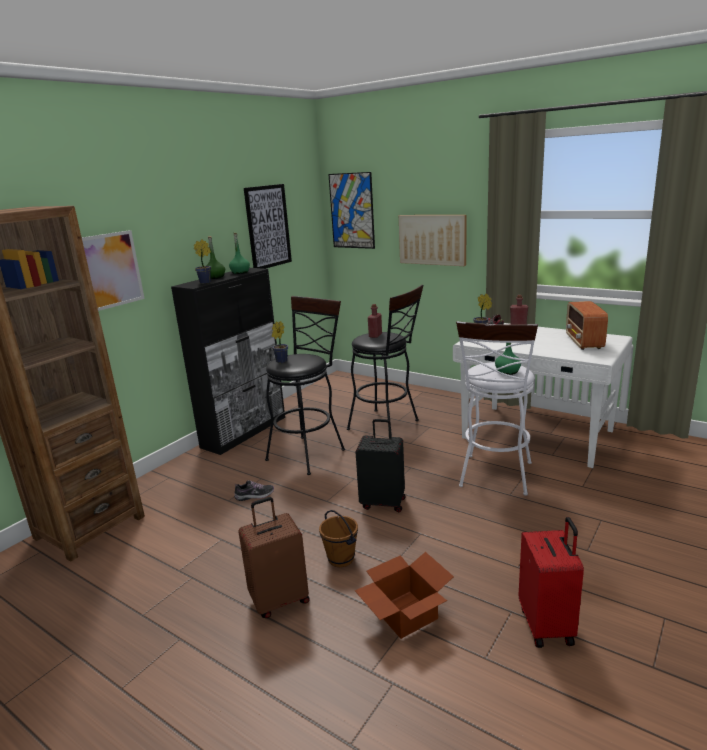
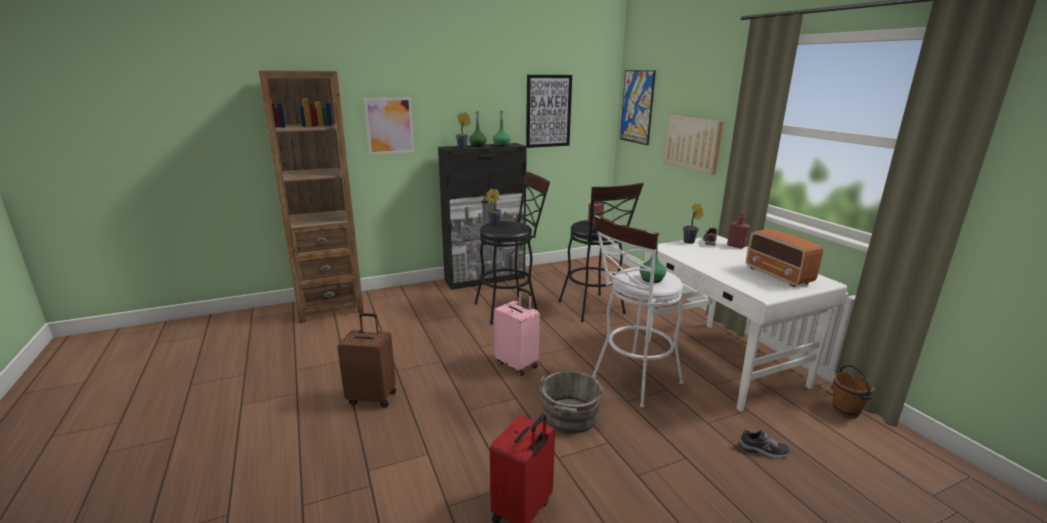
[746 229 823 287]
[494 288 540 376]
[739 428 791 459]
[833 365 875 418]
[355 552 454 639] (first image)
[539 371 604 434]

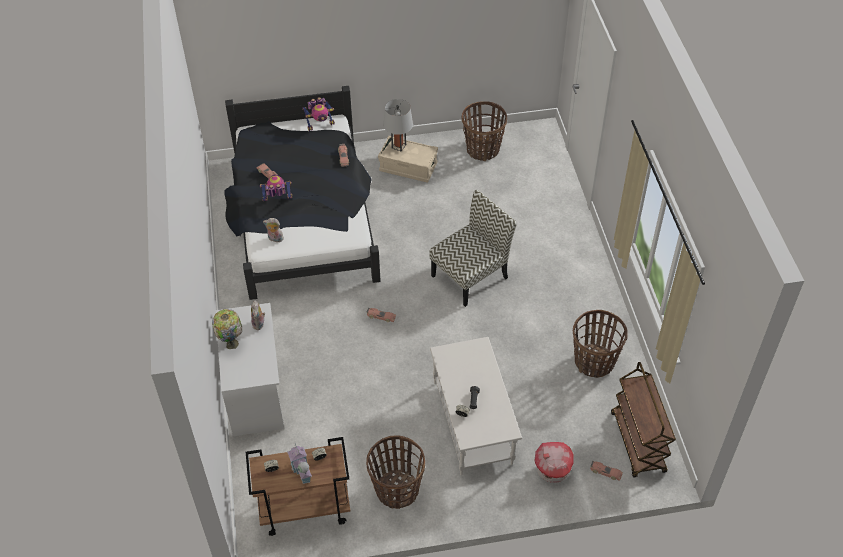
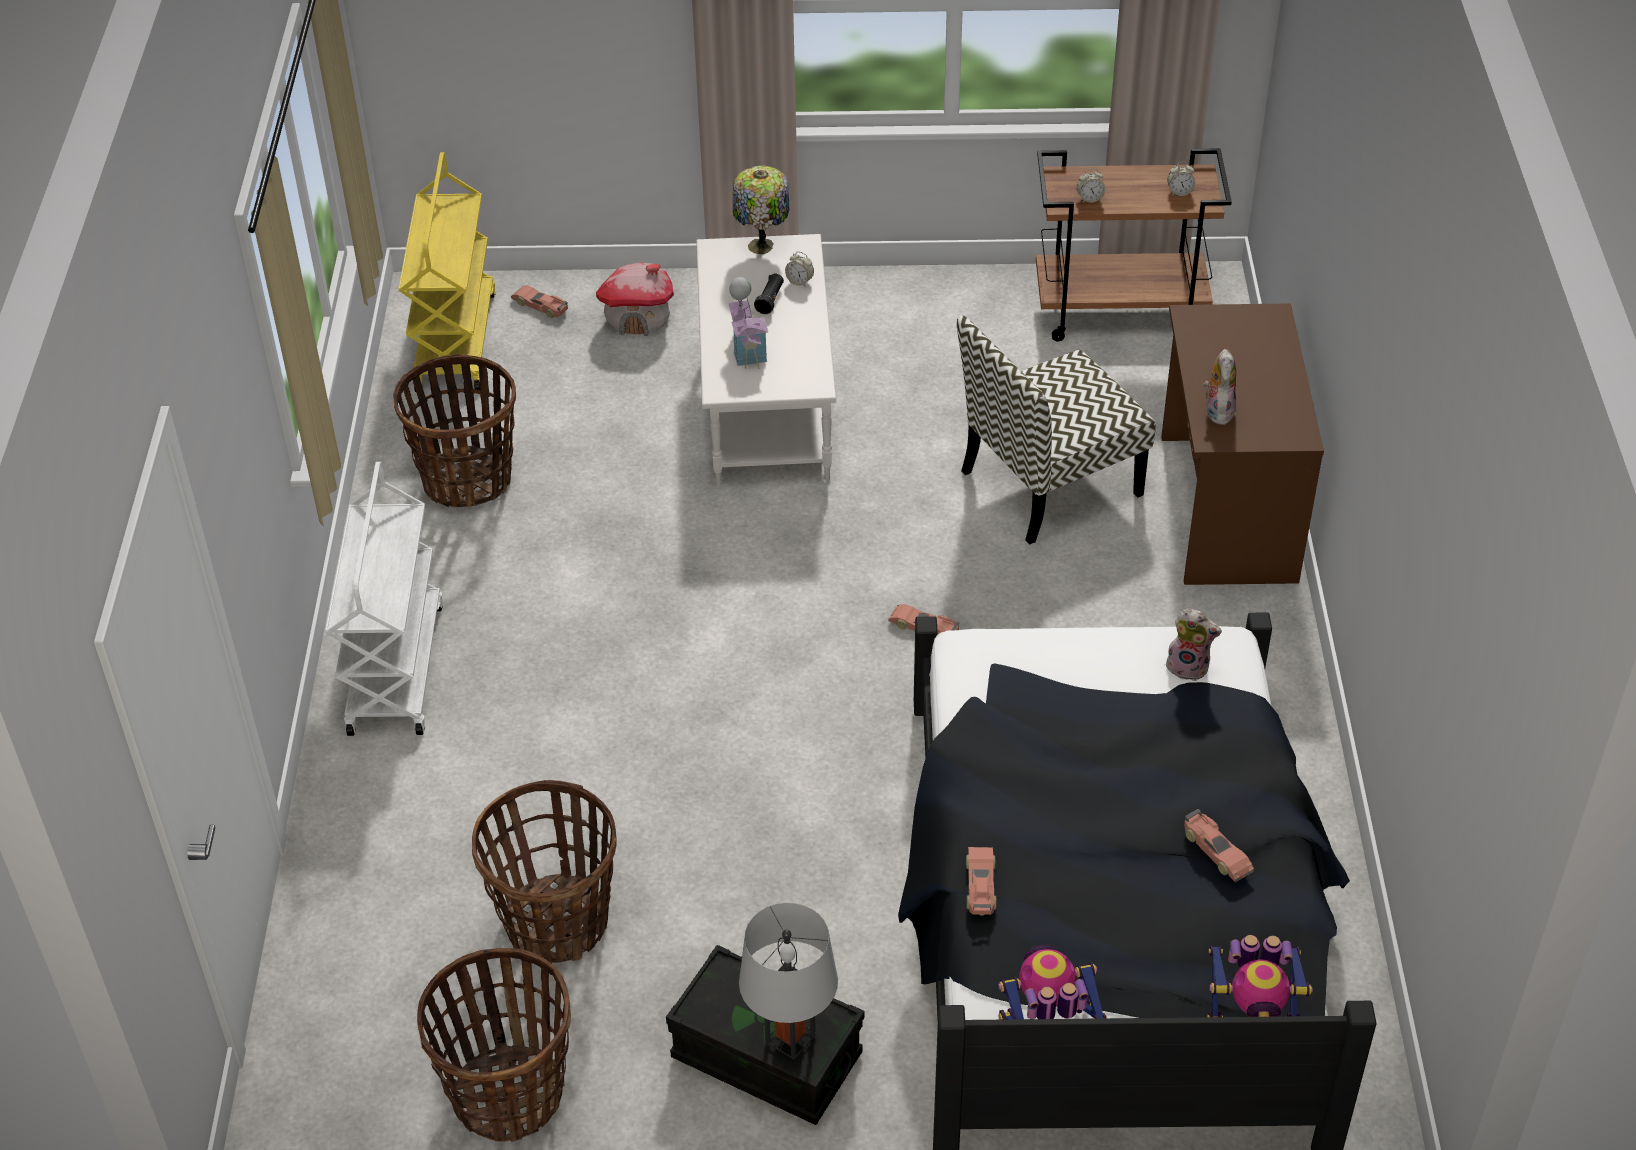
[666 945 865 1125]
[1207 935 1313 1017]
[957 316 1156 545]
[1161 303 1324 585]
[733 166 789 254]
[398 152 495 392]
[472 780 617 964]
[728 277 768 369]
[325 462 443 736]

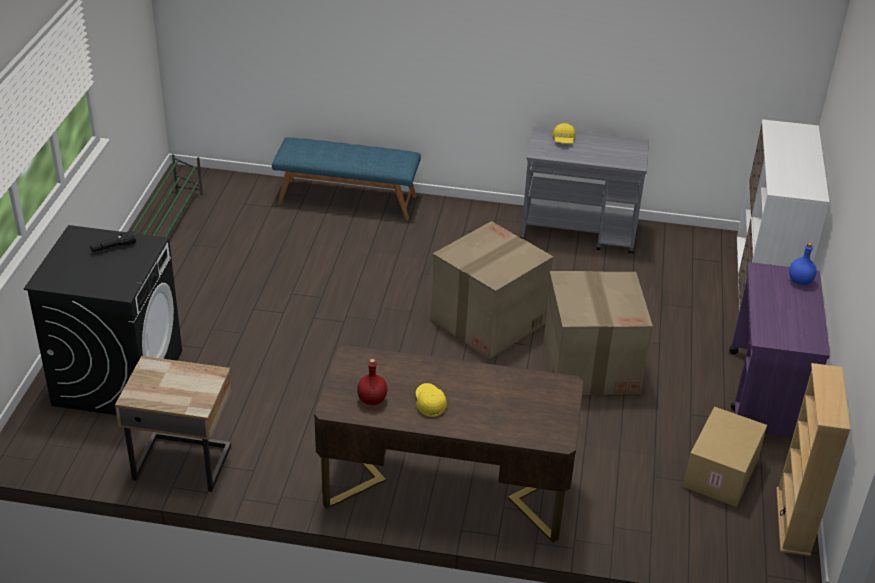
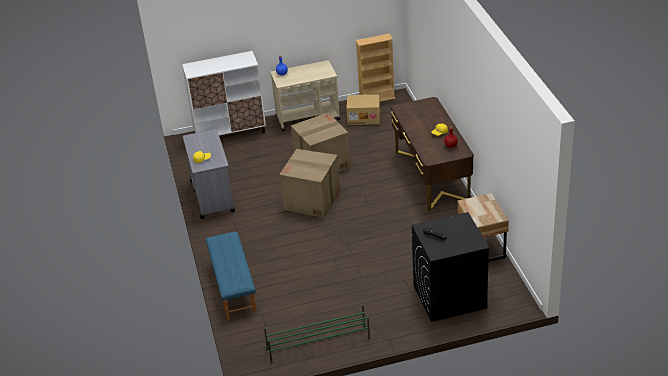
[270 60 340 131]

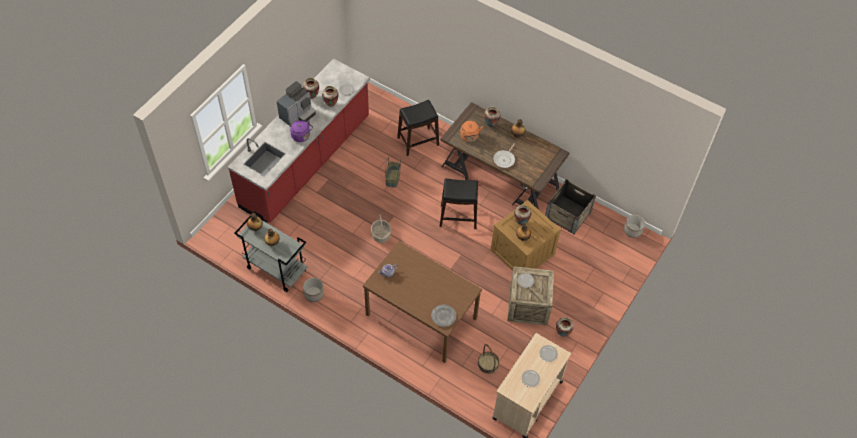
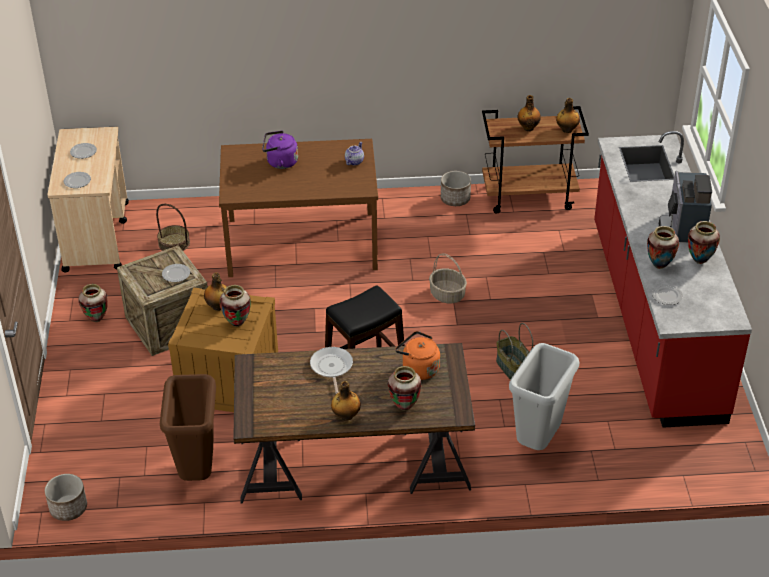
[509 343 579 450]
[262 131 298 169]
[160 374 216 481]
[482 106 589 214]
[431 305 456 327] (first image)

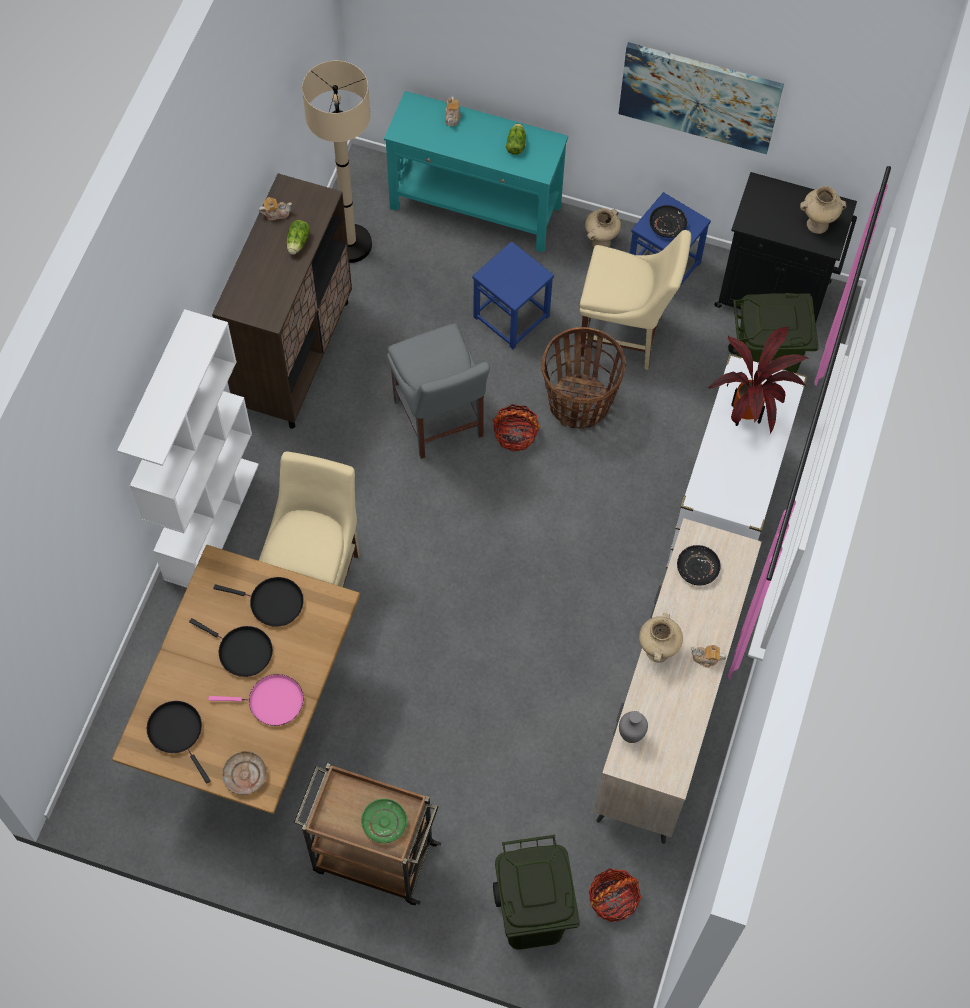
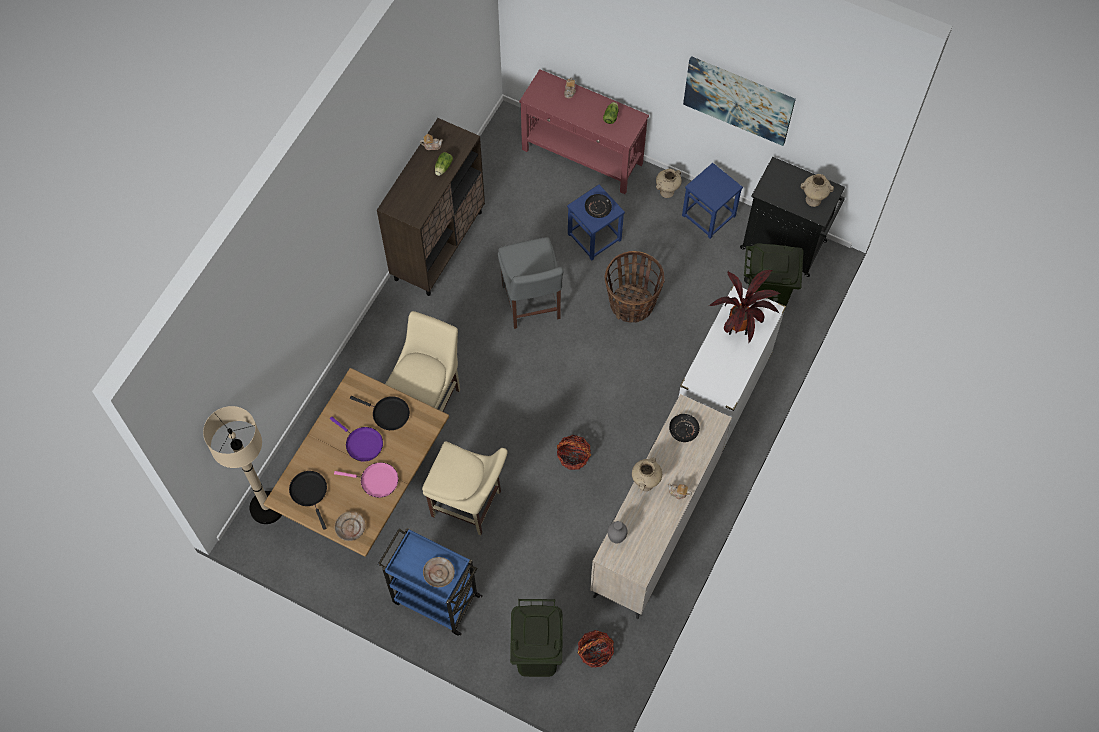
[203 406 282 524]
[519 69 649 194]
[585 194 612 218]
[422 442 507 535]
[117 309 259 588] (first image)
[557 435 591 470]
[330 417 383 462]
[378 528 483 636]
[423 557 455 587]

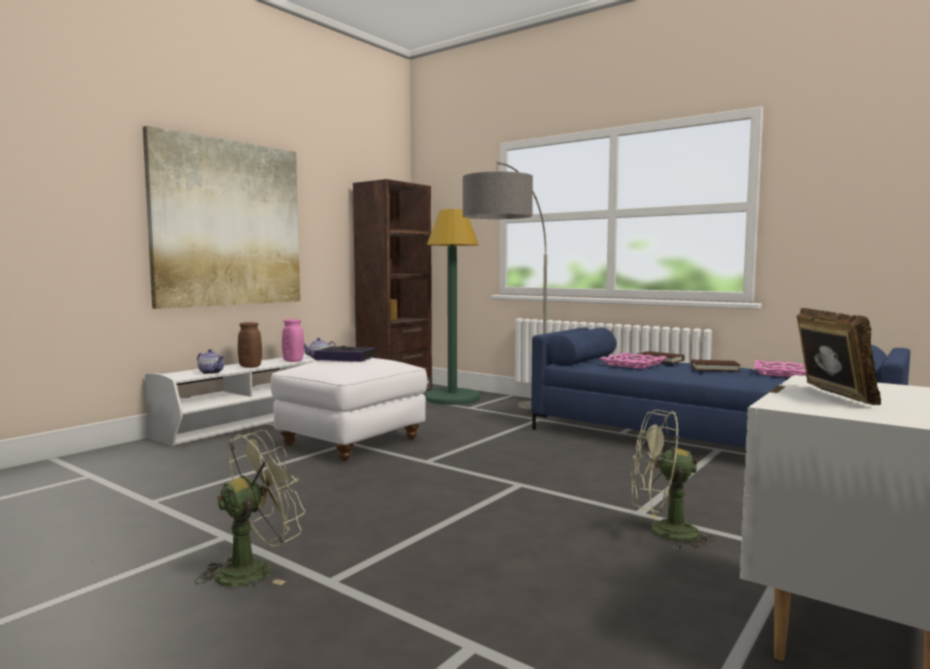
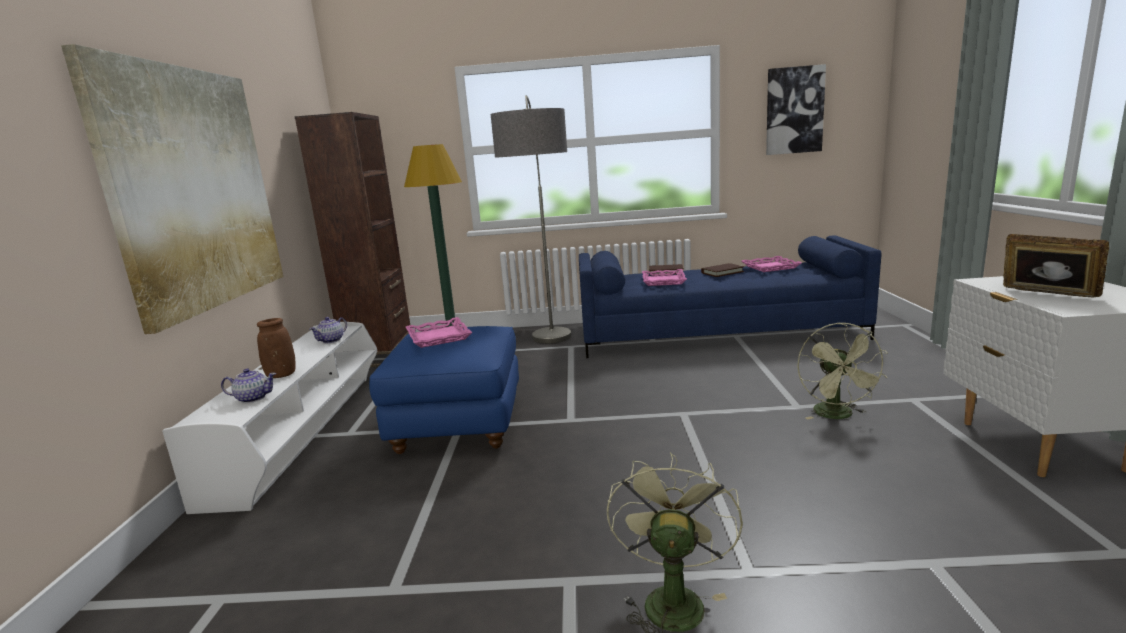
[282 319 304 362] (first image)
[406 317 472 348]
[369 326 519 454]
[797 322 888 420]
[766 64 826 155]

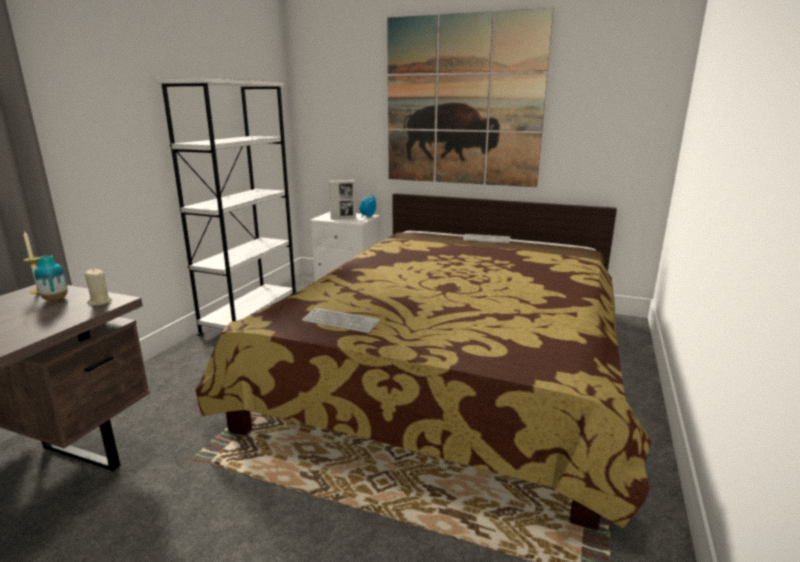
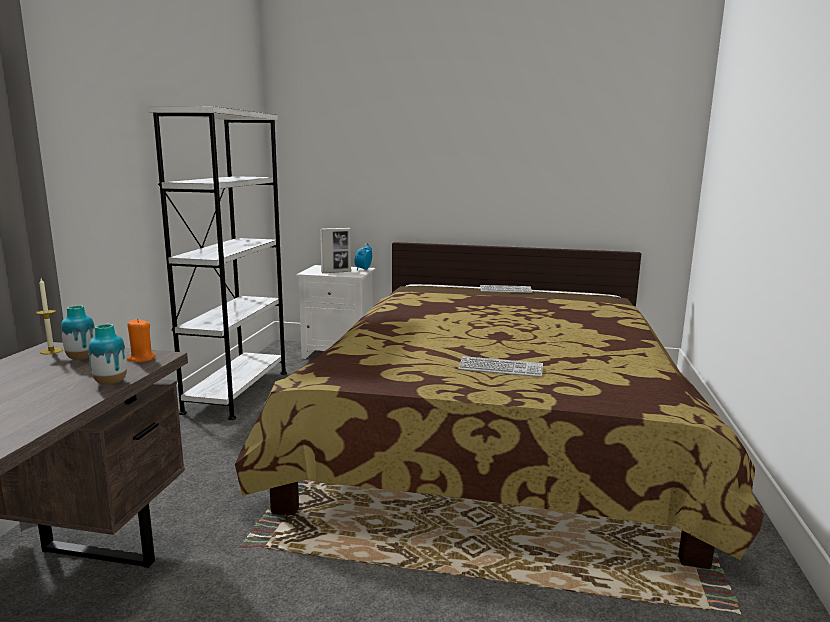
[387 8 554 187] (first image)
[127 319 156 362]
[458 356 543 377]
[89 324 127 385]

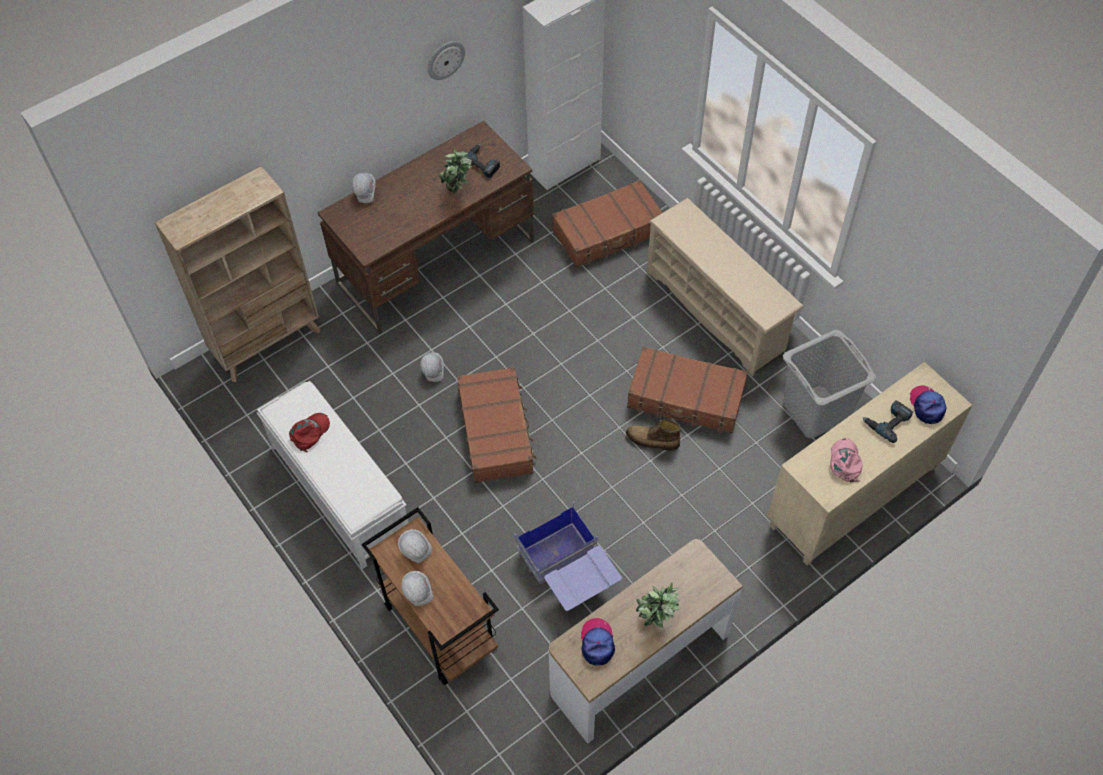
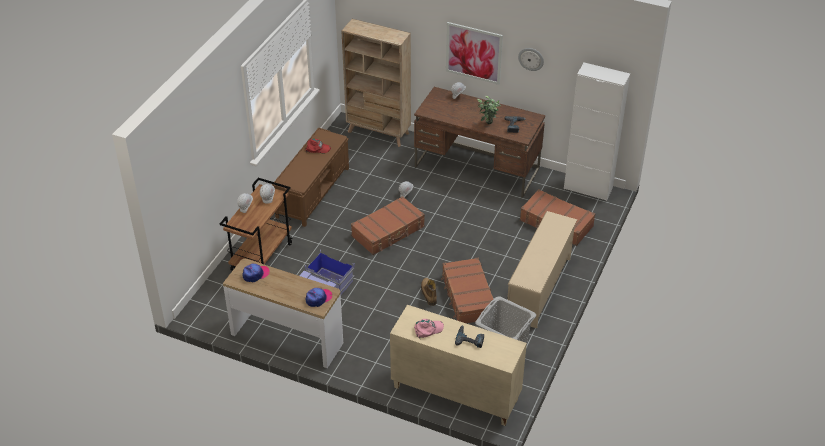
[272 128 349 227]
[306 288 332 307]
[636 582 679 628] (first image)
[446 22 503 85]

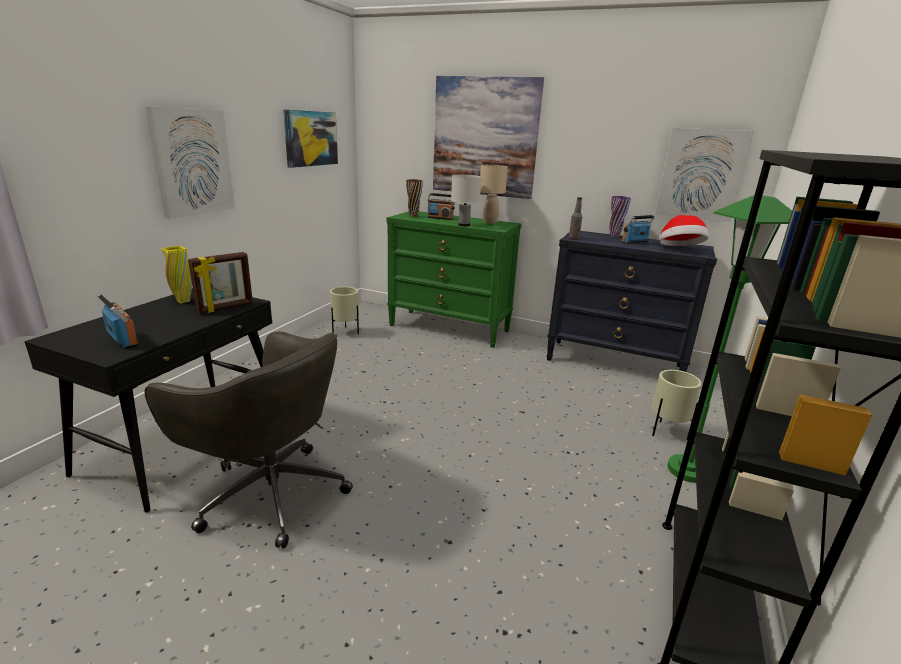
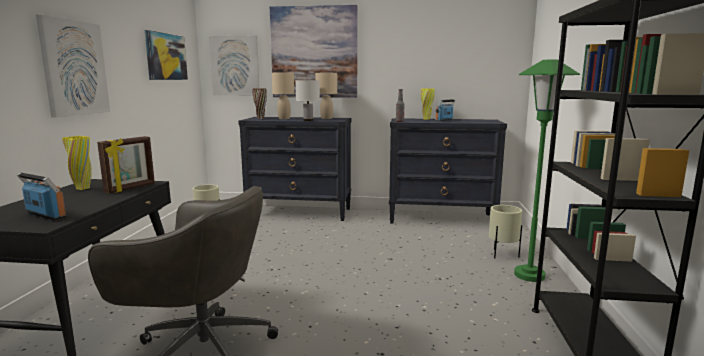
[209 36 260 96]
[272 73 294 119]
[421 88 435 120]
[238 117 351 221]
[659 215 709 246] (first image)

